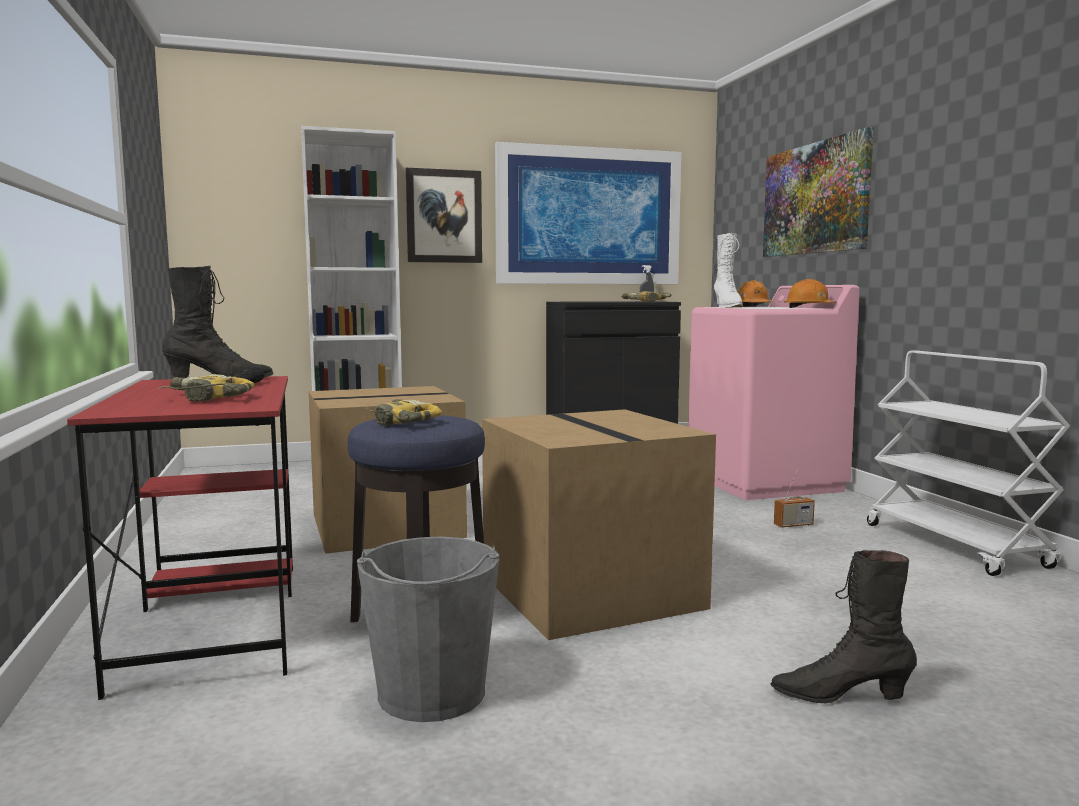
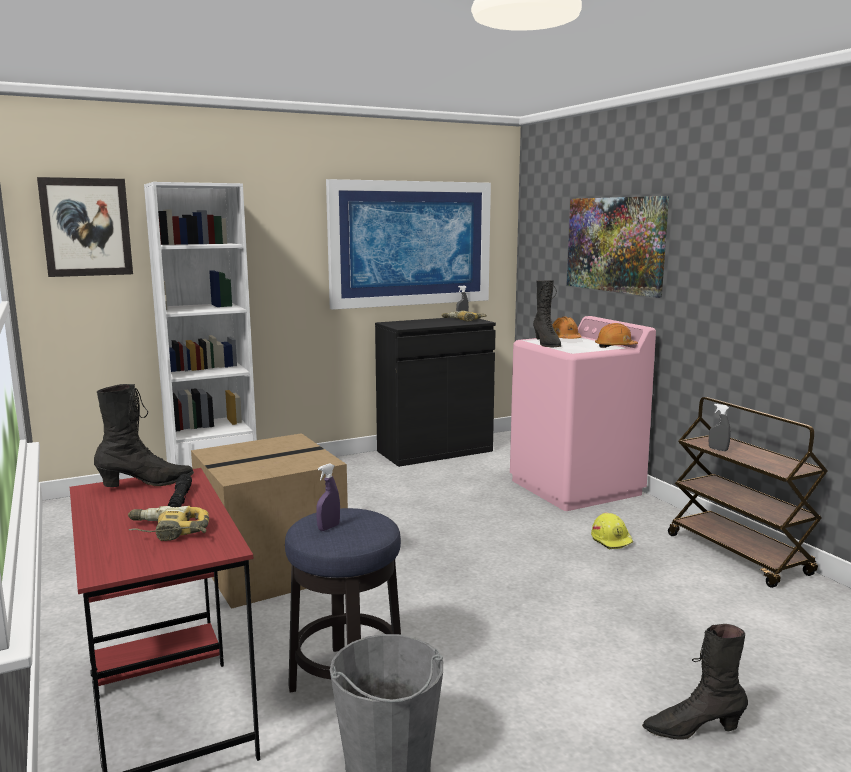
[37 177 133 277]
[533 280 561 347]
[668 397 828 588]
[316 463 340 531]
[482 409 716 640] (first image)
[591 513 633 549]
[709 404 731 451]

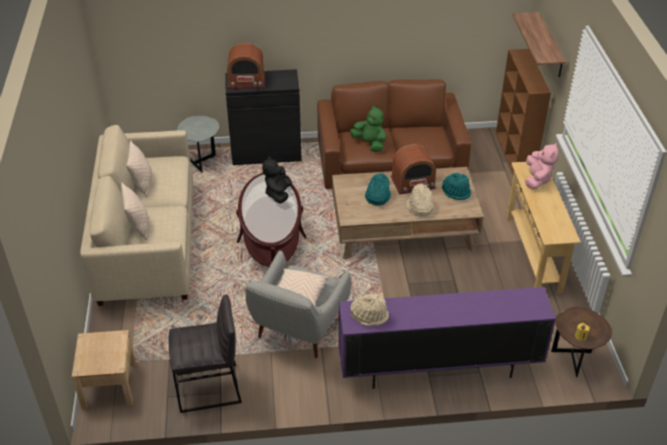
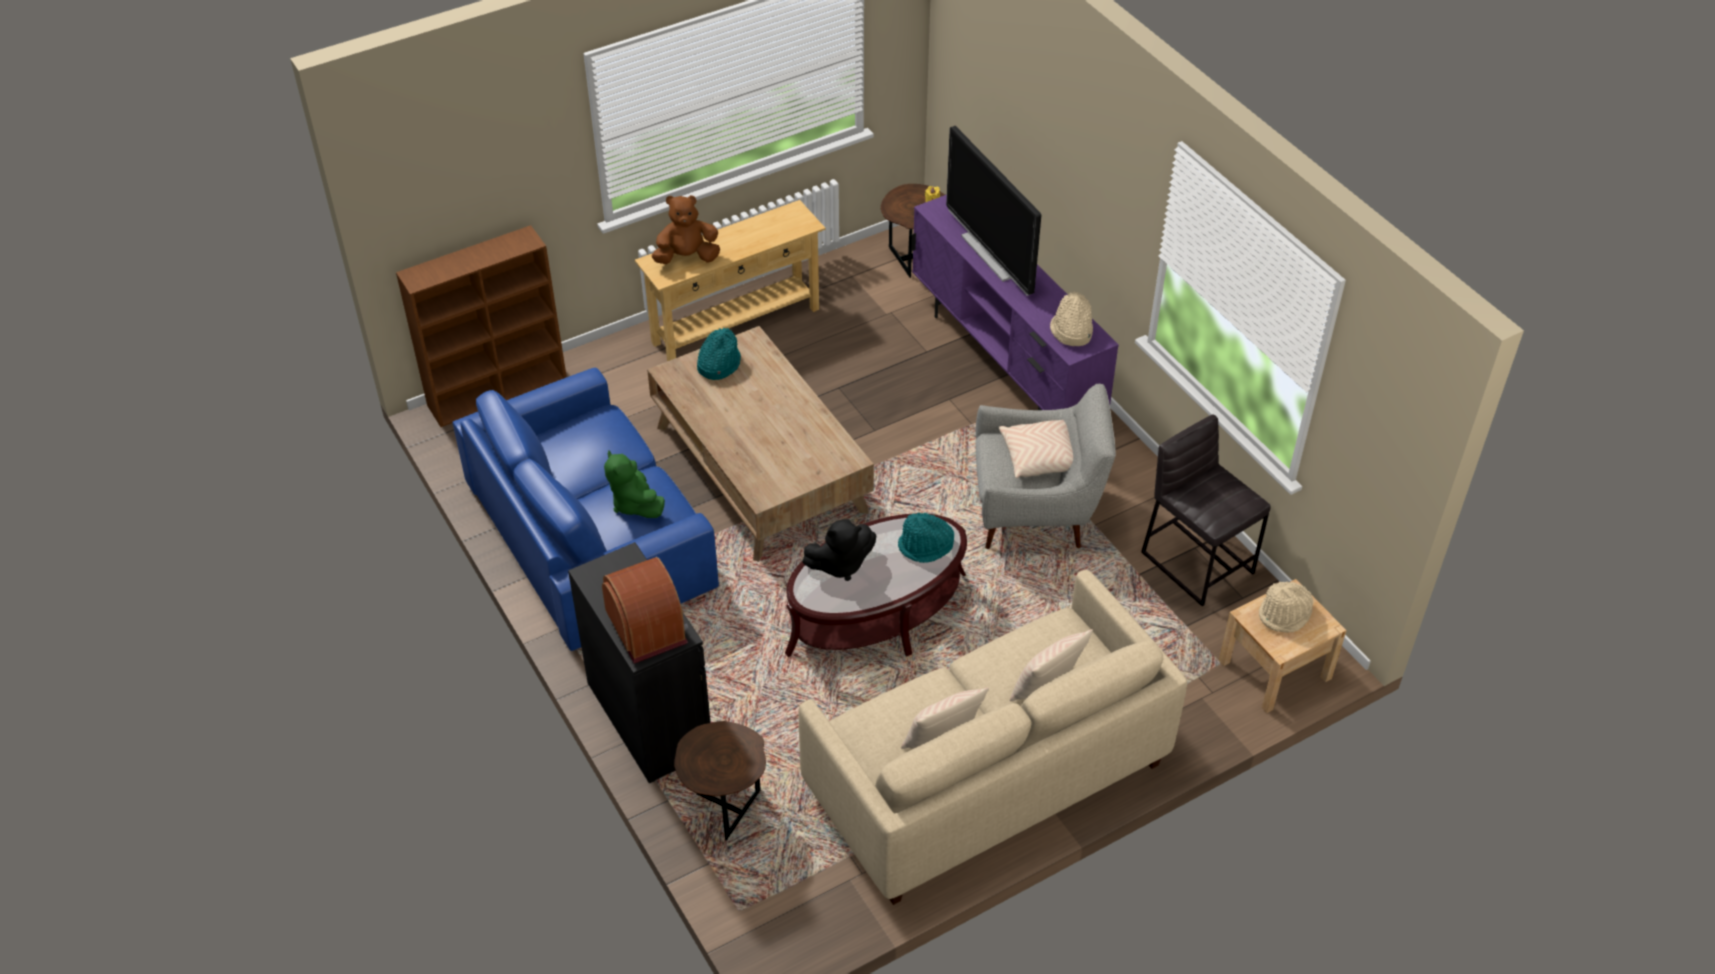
[512 12 566 77] (first image)
[452 368 719 651]
[604 451 665 518]
[674 721 766 841]
[652 195 720 264]
[391 144 436 195] (first image)
[898 513 954 563]
[1259 582 1313 633]
[946 126 1041 296]

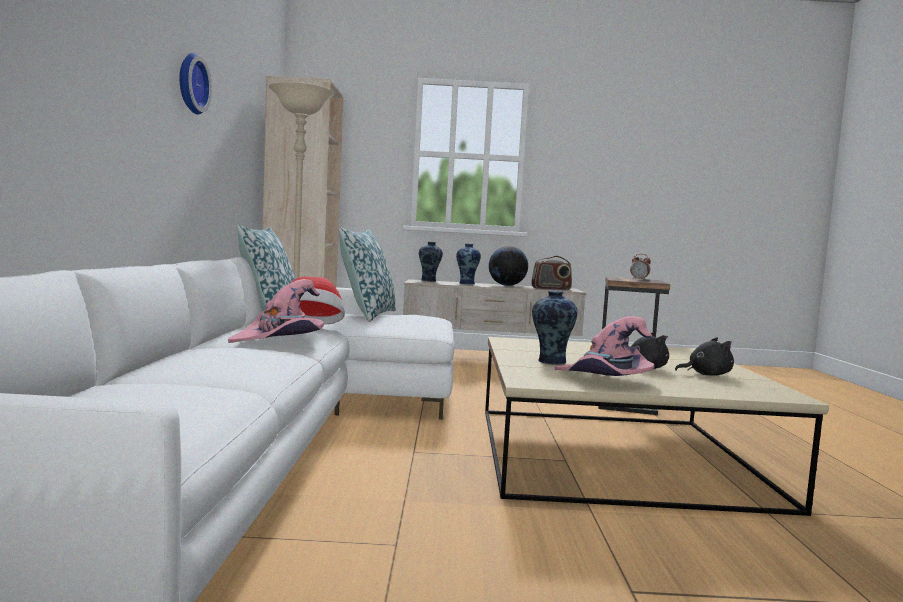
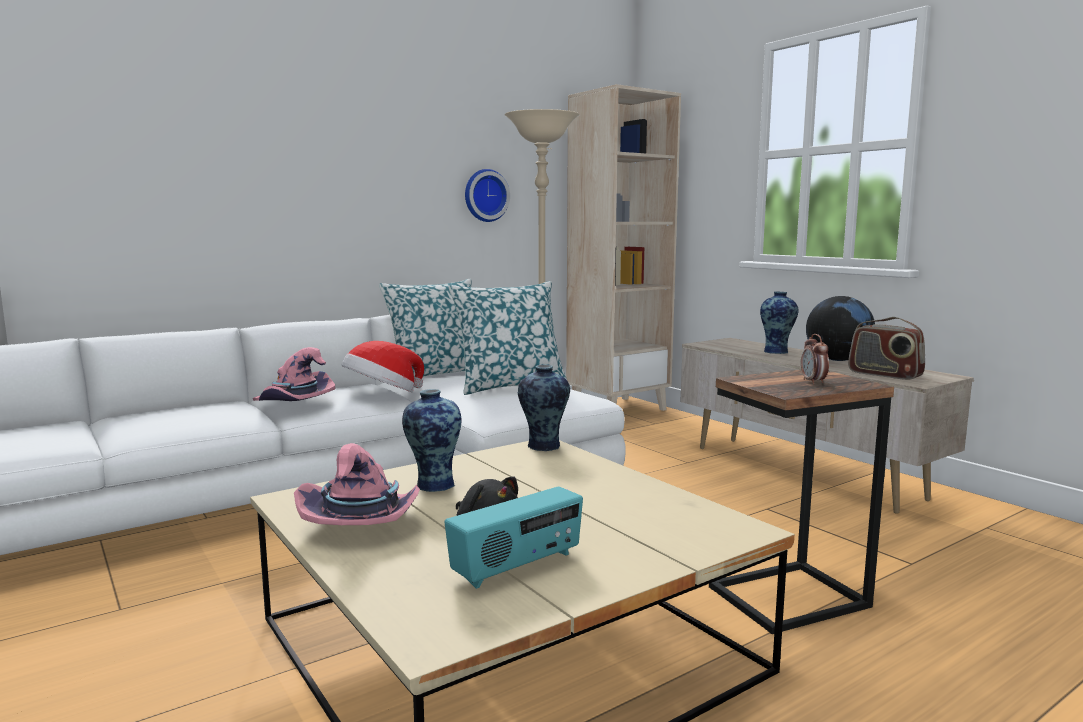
[465 169 510 222]
[518 364 570 451]
[444 487 583 589]

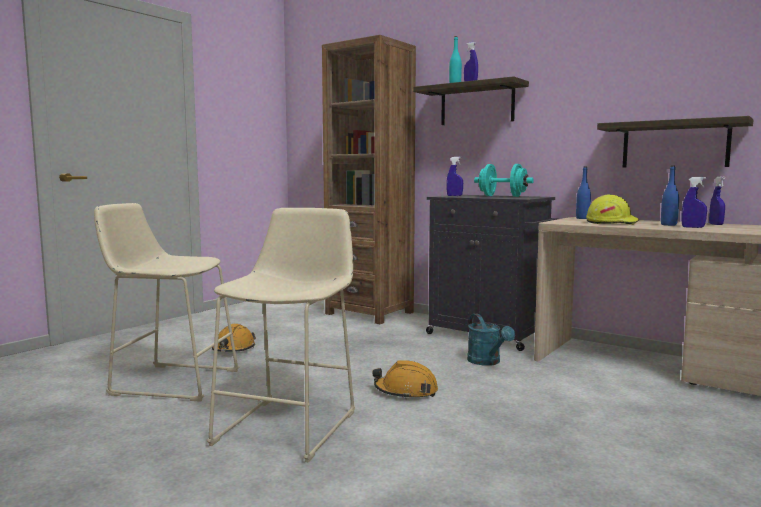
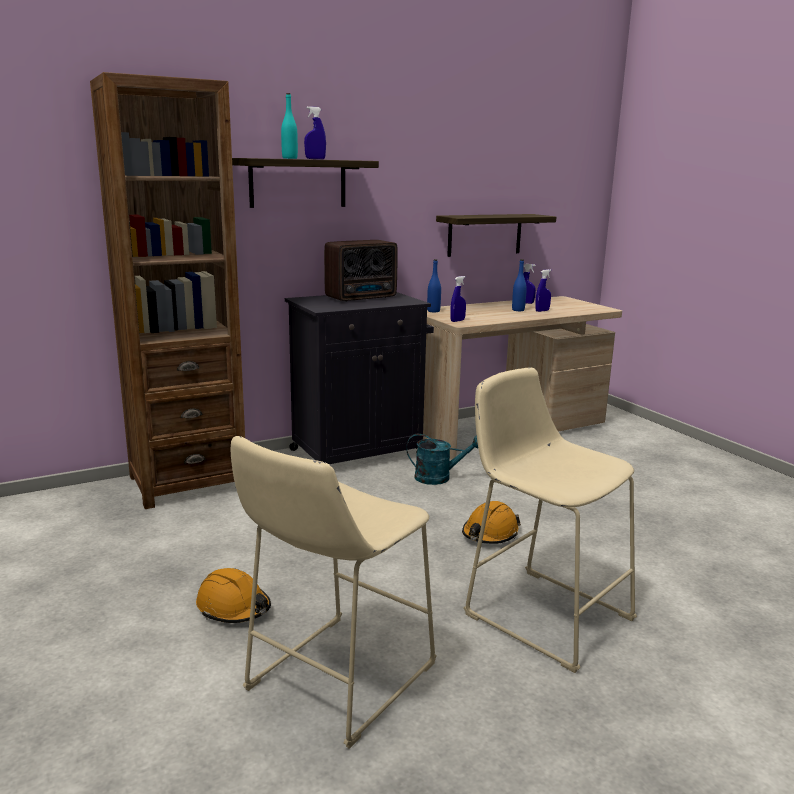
[450 276 466 322]
[324 240 398 302]
[586 195 639 225] (first image)

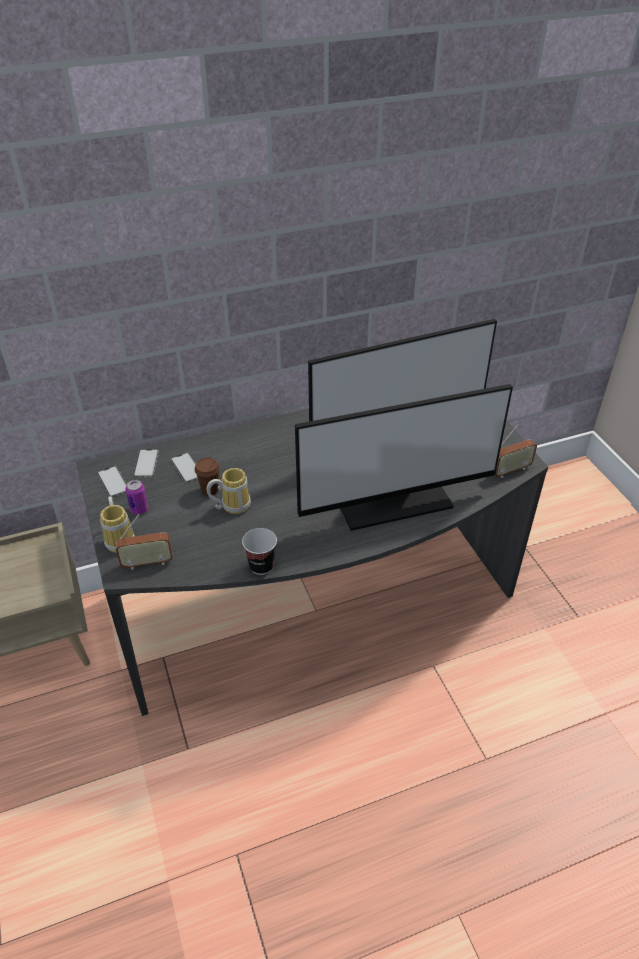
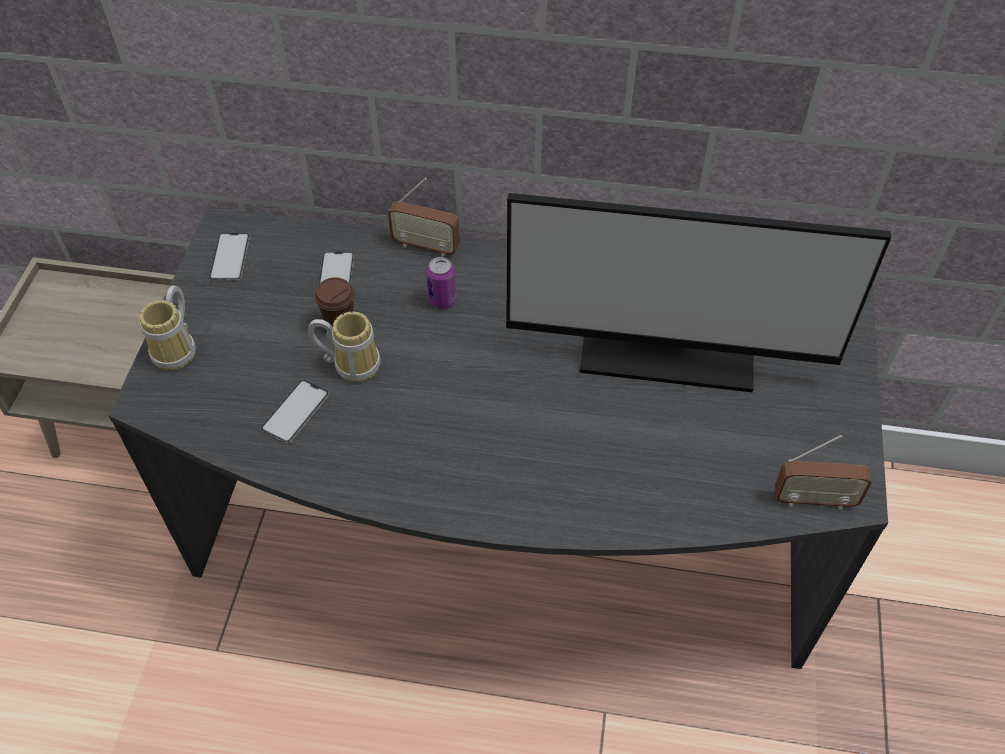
[295 384 513 531] (first image)
[261 380 329 443]
[426 257 456 309]
[388 178 460 257]
[242 528 277 575] (first image)

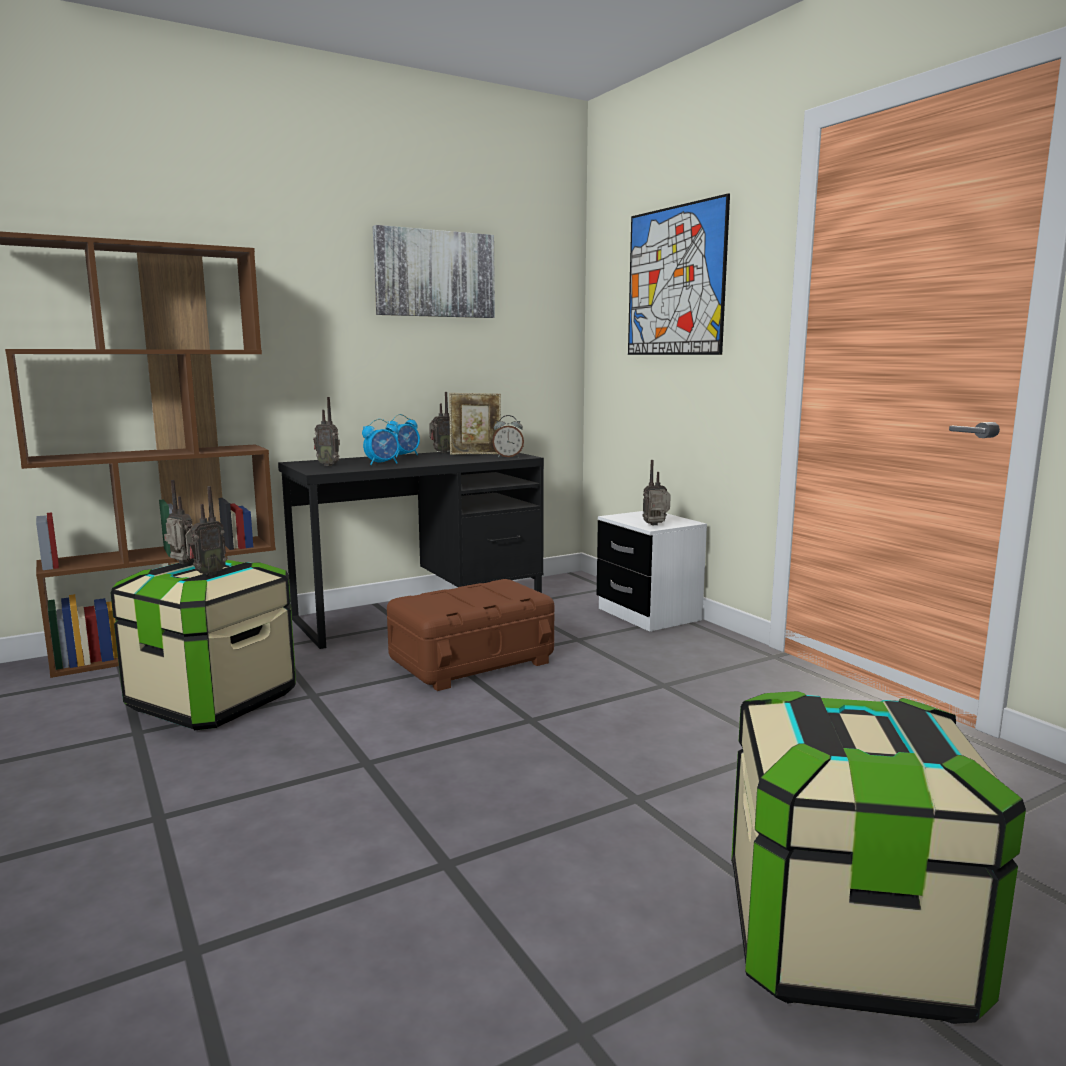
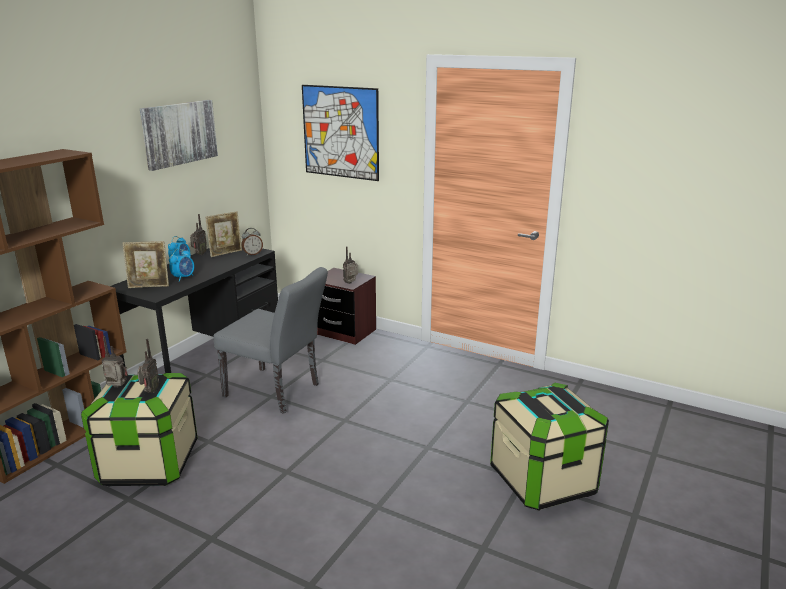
[123 241 169 288]
[317 268 376 345]
[214 267 328 414]

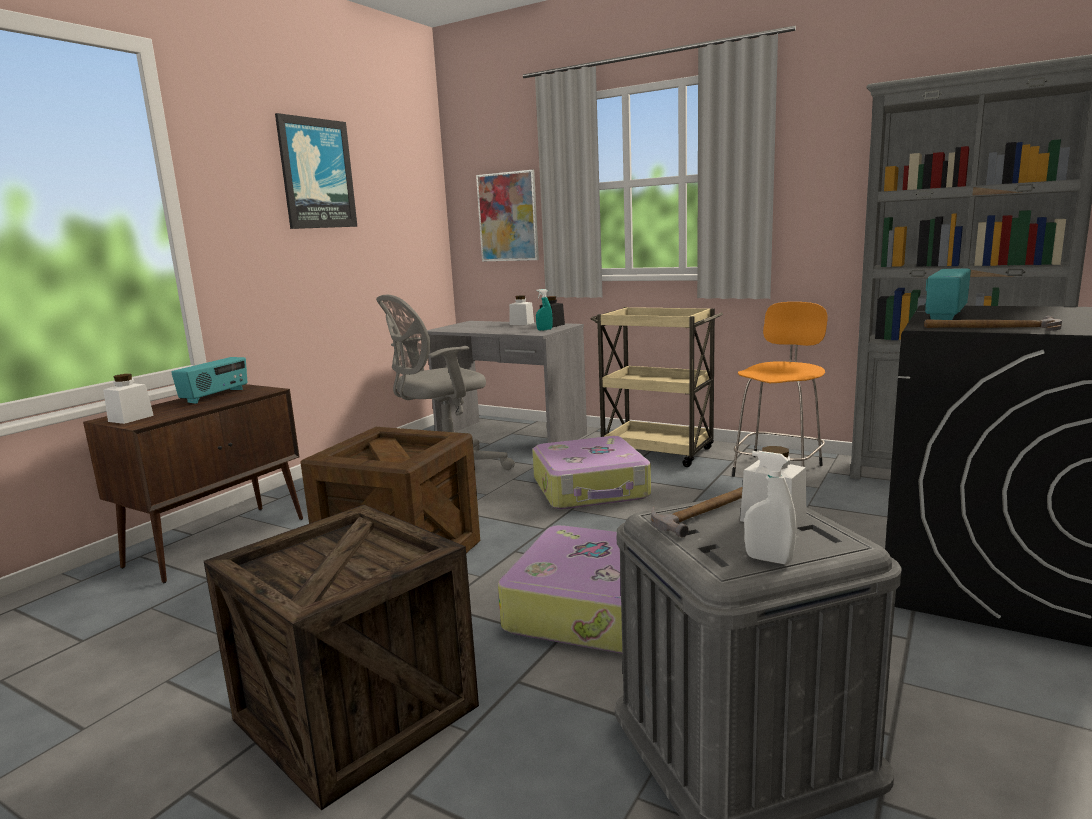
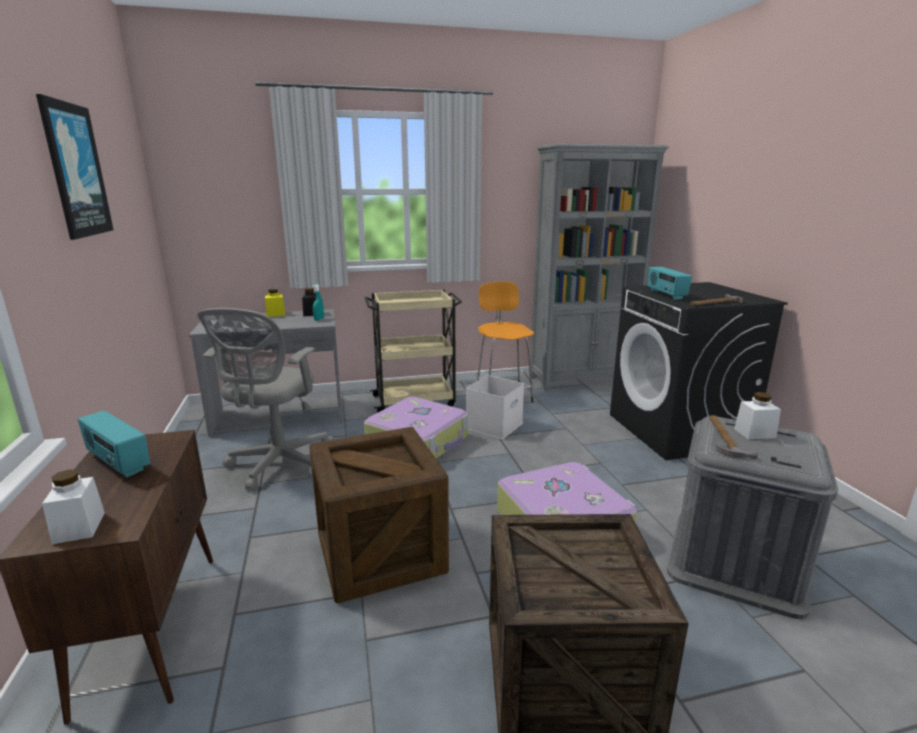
[476 170 539 261] (first image)
[265 289 286 317]
[78 411 150 478]
[744 451 796 564] (first image)
[466 375 524 439]

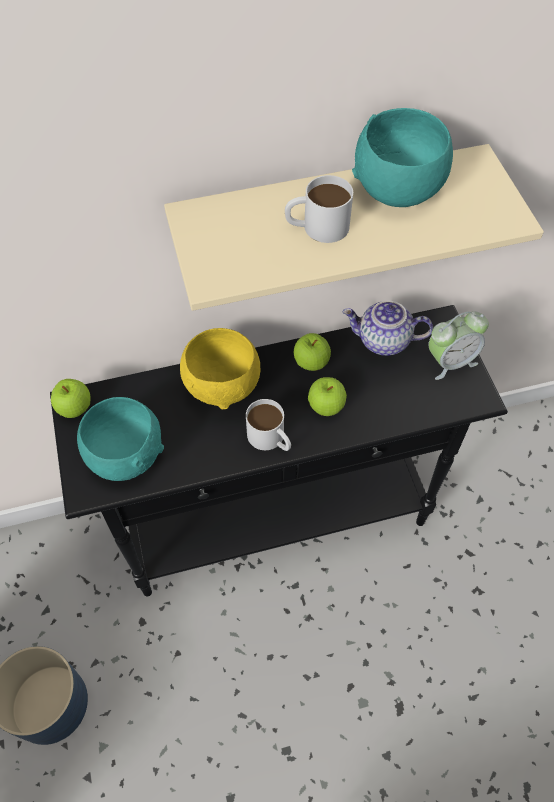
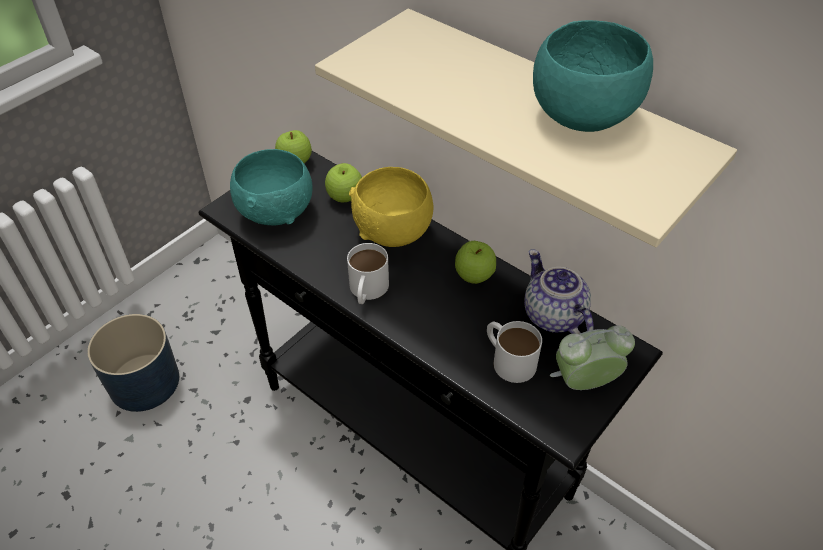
[487 321 542 383]
[550 325 635 390]
[325 163 362 202]

